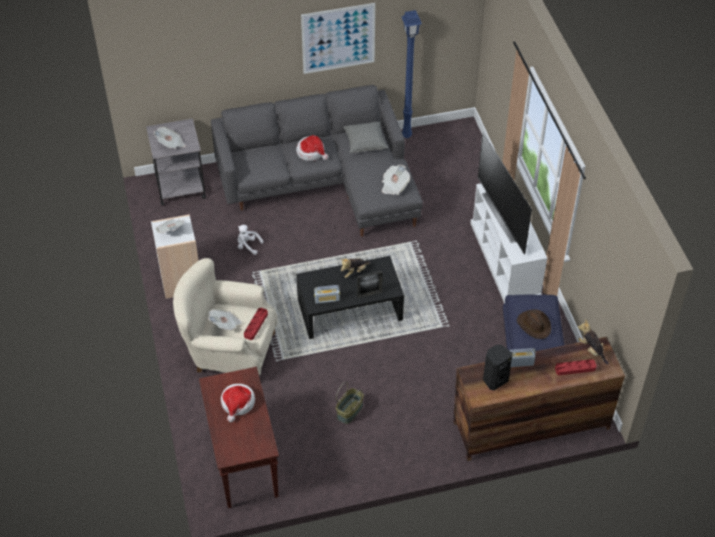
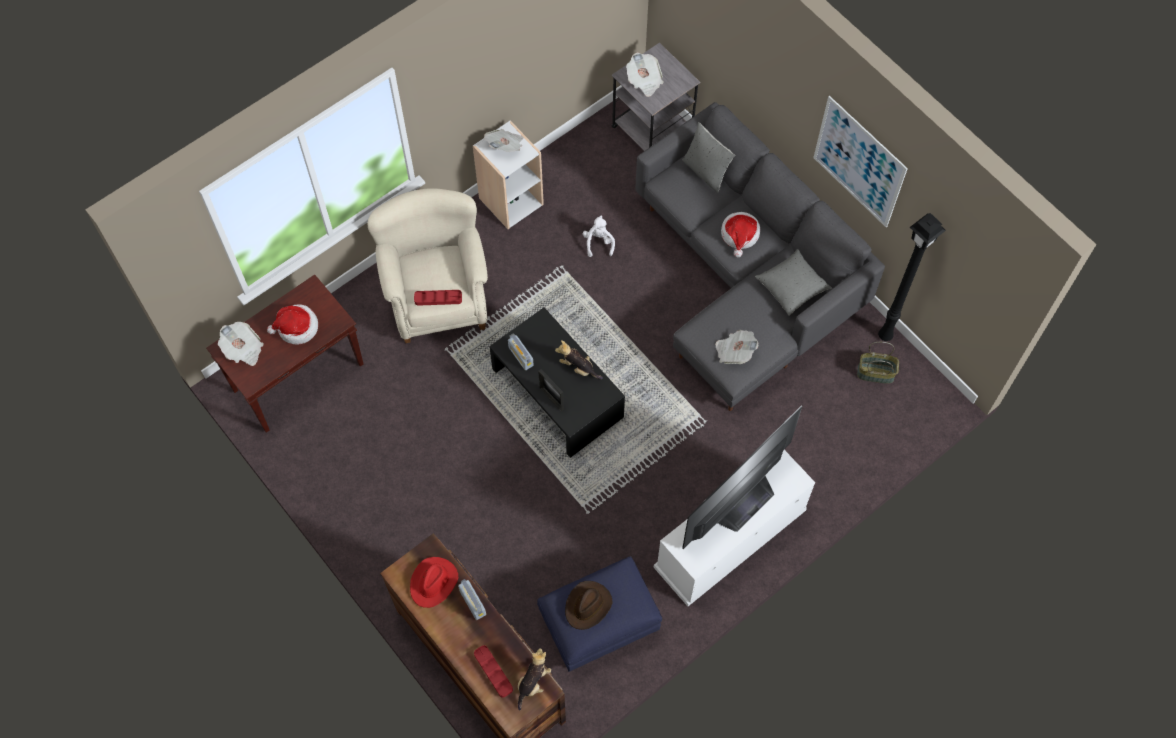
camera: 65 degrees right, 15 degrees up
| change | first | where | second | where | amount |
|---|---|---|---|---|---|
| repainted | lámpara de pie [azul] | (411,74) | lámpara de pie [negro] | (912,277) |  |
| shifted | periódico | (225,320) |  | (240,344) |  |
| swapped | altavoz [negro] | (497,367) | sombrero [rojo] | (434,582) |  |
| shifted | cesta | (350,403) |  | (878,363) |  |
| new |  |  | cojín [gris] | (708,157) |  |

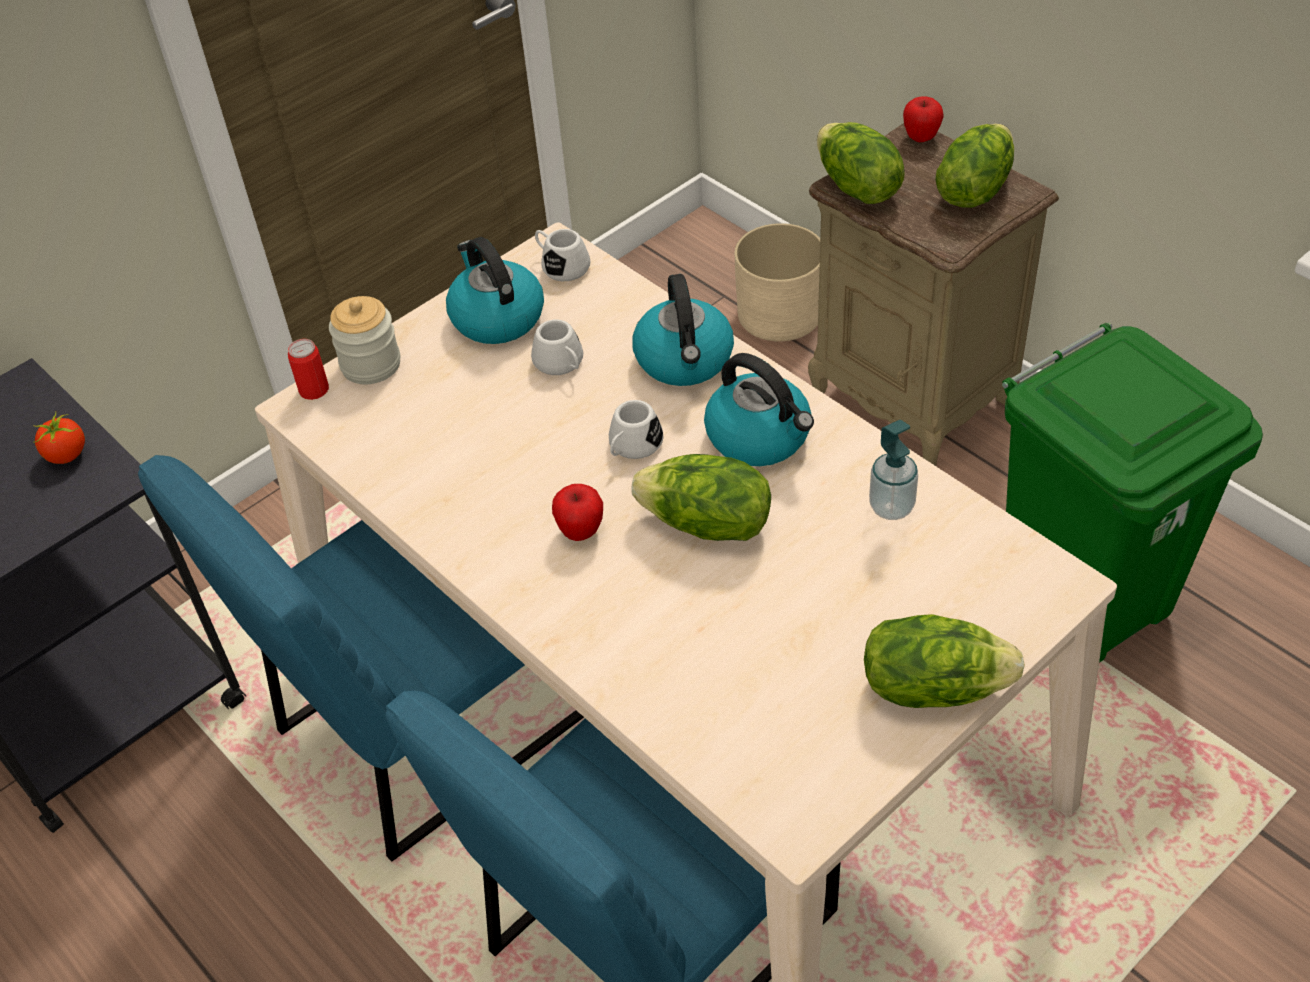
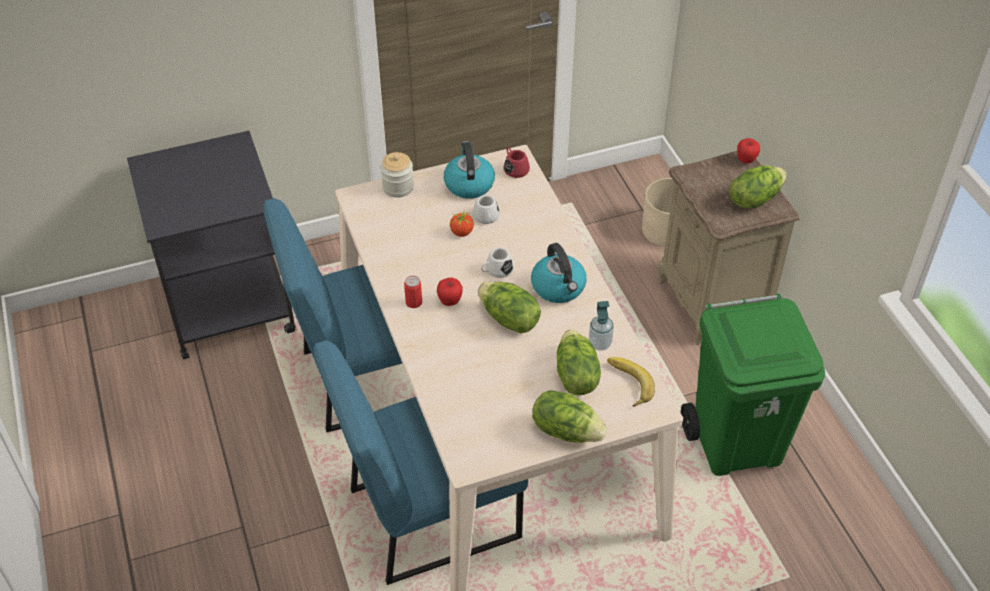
camera: 20 degrees right, 0 degrees up
| change | first | where | second | where | amount |
|---|---|---|---|---|---|
| shifted | lechuga | (861,163) |  | (579,362) |  |
| repainted | taza grande [blanco] | (562,255) | taza grande [rojo] | (517,162) |  |
| gone | hervidor | (683,330) |  |  |  |
| shifted | lata | (308,369) |  | (413,292) |  |
| shifted | tomate | (59,437) |  | (462,223) |  |
| new |  |  | plátano | (631,382) |  |

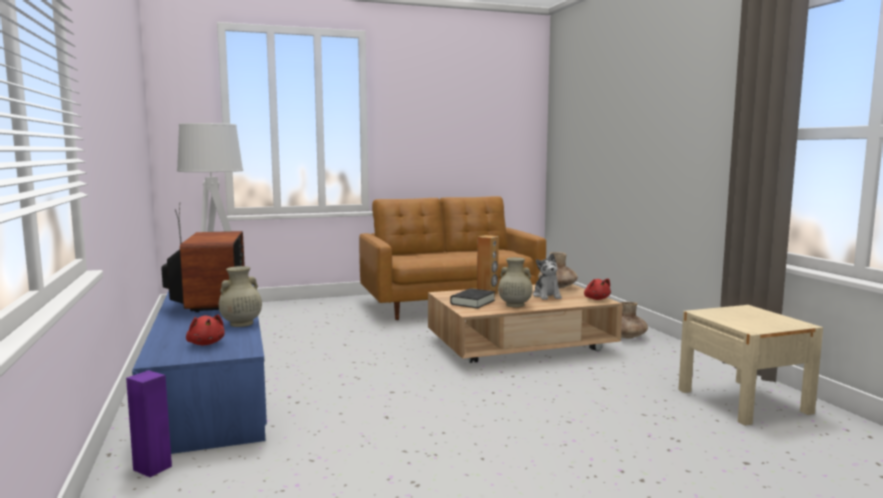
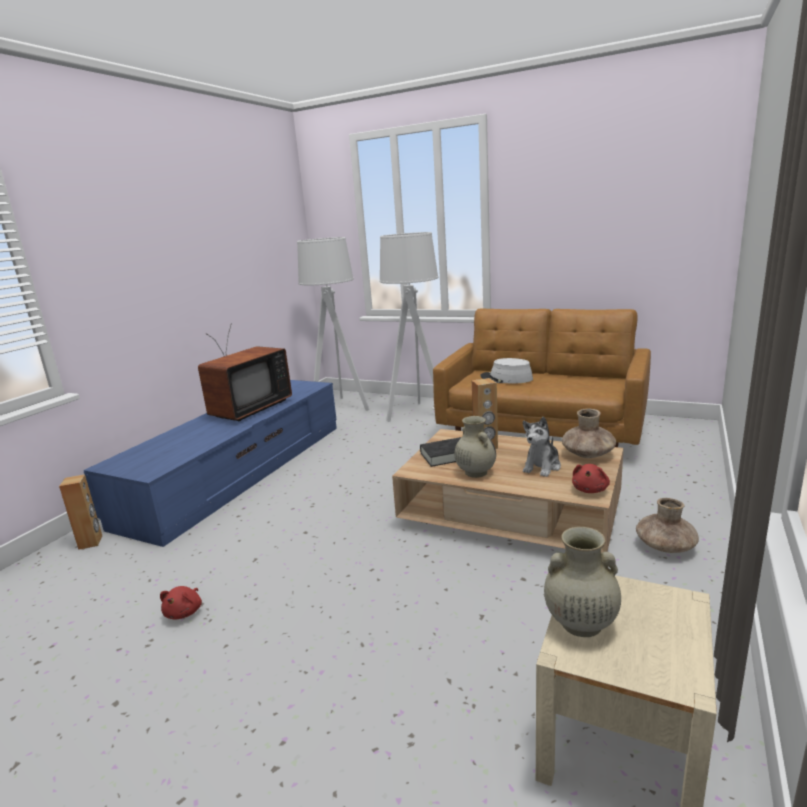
camera: 45 degrees right, 10 degrees up
| change | first | where | second | where | amount |
|---|---|---|---|---|---|
| shifted | florero [beis] | (240,296) |  | (582,582) |  |
| shifted | peluche [rojo] | (205,330) |  | (181,603) |  |
| repainted | altavoz [morado] | (149,423) | altavoz [marrón] | (80,512) |  |
| new |  |  | lámpara de pie [gris] | (408,327) |  |
| new |  |  | sombrero [gris] | (506,370) |  |

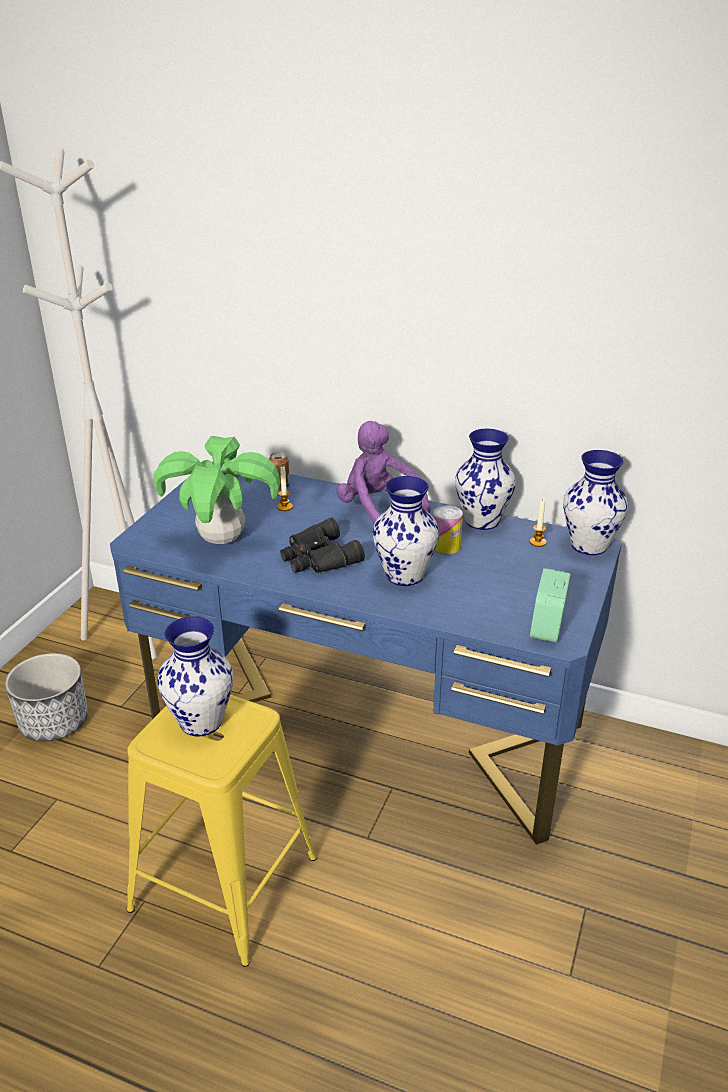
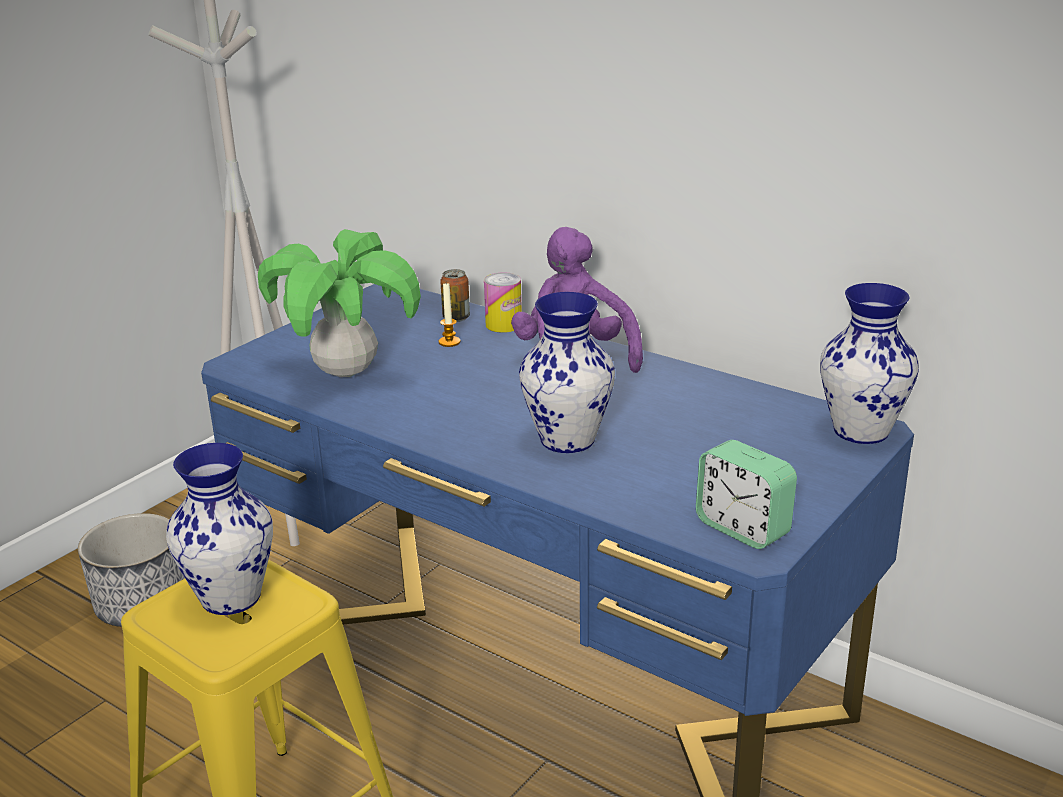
camera: 15 degrees right, 5 degrees down
| change | first | where | second | where | amount |
|---|---|---|---|---|---|
| gone | florero | (485,479) |  |  |  |
| gone | vela | (538,523) |  |  |  |
| shifted | lata | (448,529) |  | (503,302) |  |
| gone | prismáticos [negro] | (322,545) |  |  |  |
| rotated | despertador | (550,605) |  | (746,494) | 75 degrees counterclockwise |

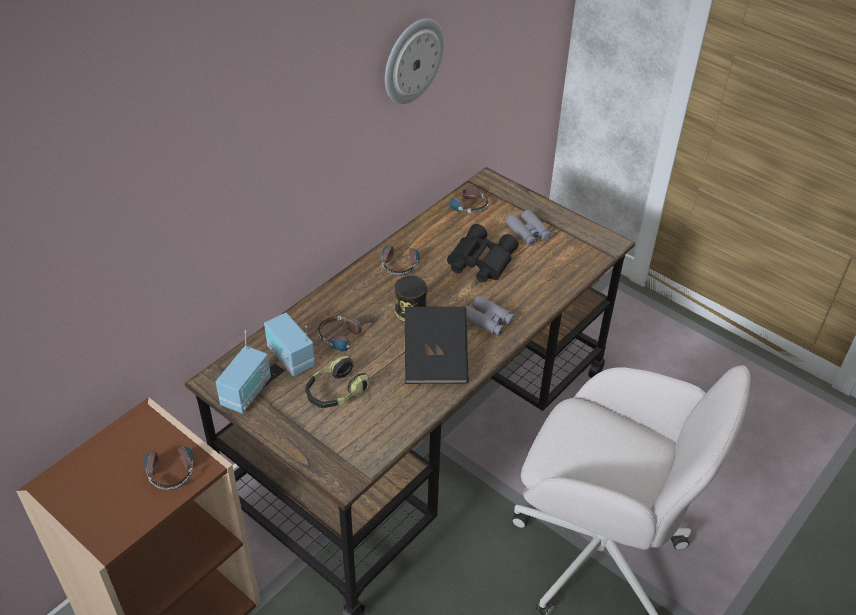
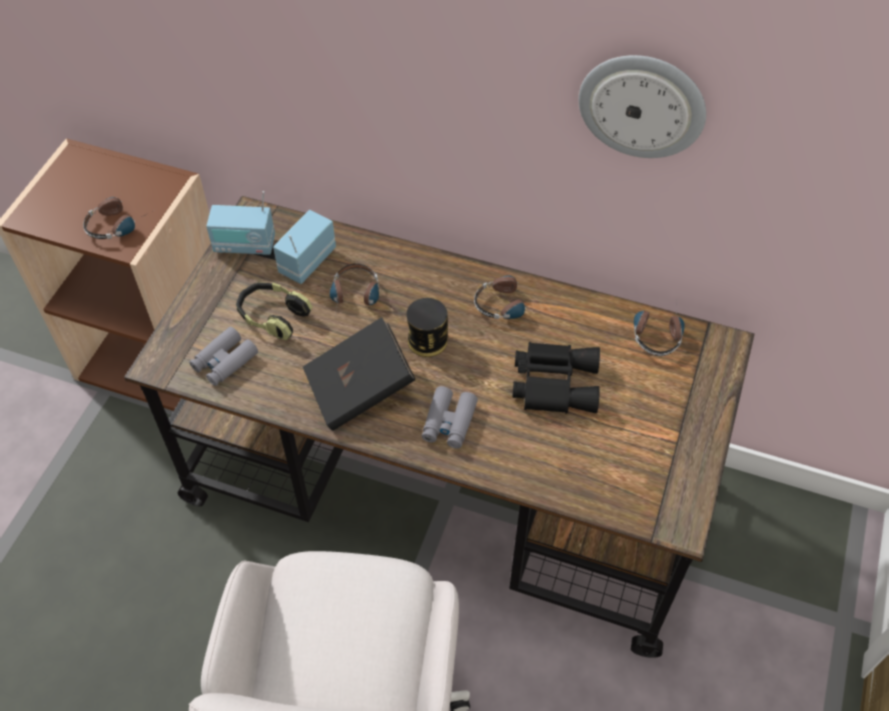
camera: 70 degrees right, 10 degrees up
| change | first | where | second | where | amount |
|---|---|---|---|---|---|
| shifted | prismáticos [gris] | (529,227) |  | (223,356) |  |

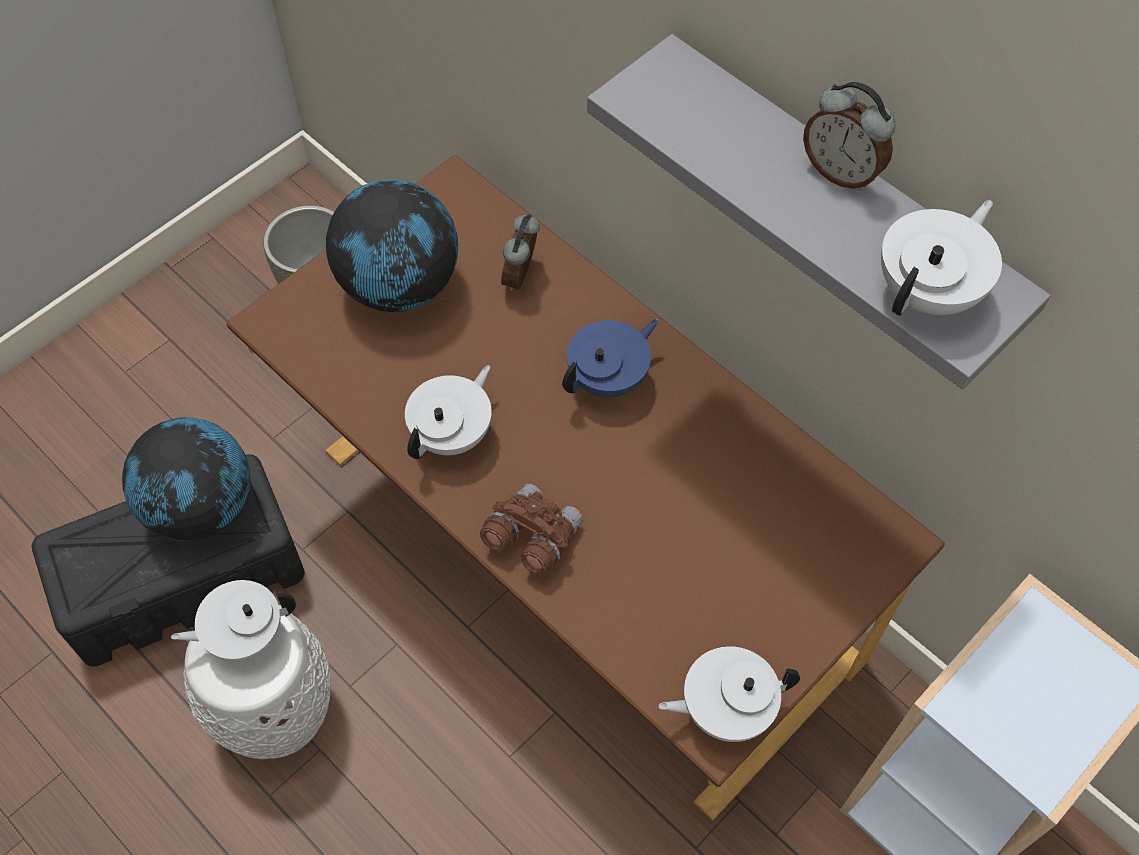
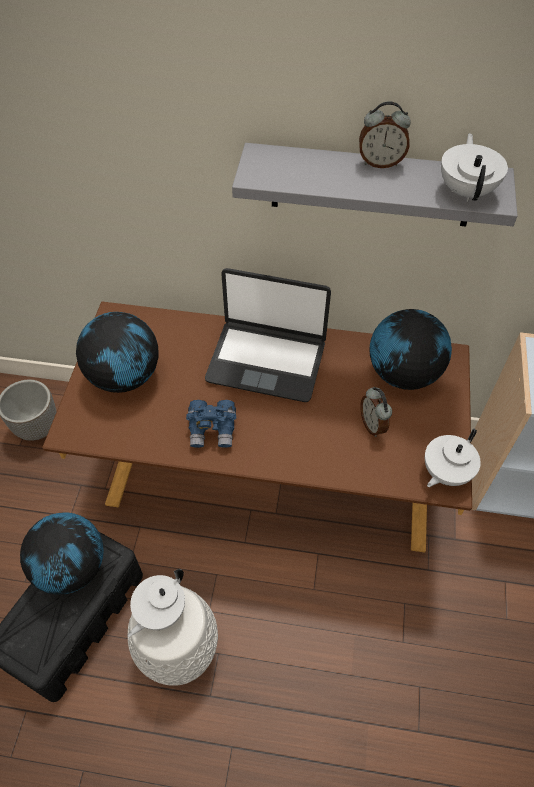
camera: 35 degrees left, 5 degrees down
| change | first | where | second | where | amount |
|---|---|---|---|---|---|
| shifted | despertador | (520,252) |  | (376,412) |  |
| swapped | tetera [azul] | (610,358) | portátil | (268,335) |  |
| swapped | tetera [blanco] | (448,412) | prismáticos [azul] | (211,424) |  |
| gone | prismáticos [marrón] | (531,529) |  |  |  |
| new |  |  | globo terráqueo | (411,349) |  |

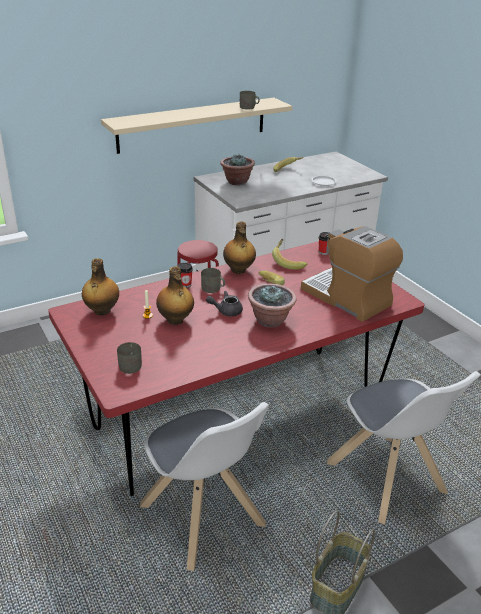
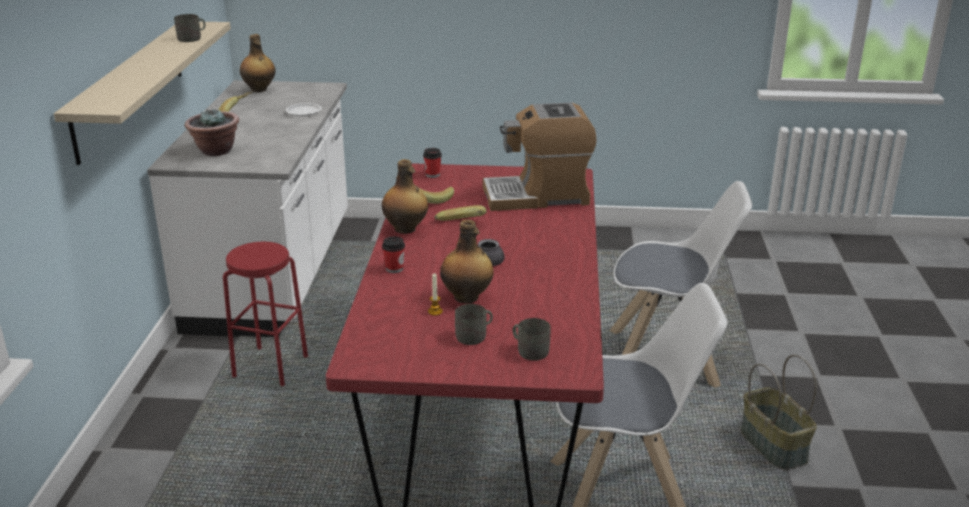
camera: 55 degrees left, 5 degrees down
| change | first | where | second | where | amount |
|---|---|---|---|---|---|
| shifted | botella | (100,287) |  | (258,63) |  |
| shifted | taza grande [gris] | (213,280) |  | (474,324) |  |
| gone | planta en maceta | (272,305) |  |  |  |

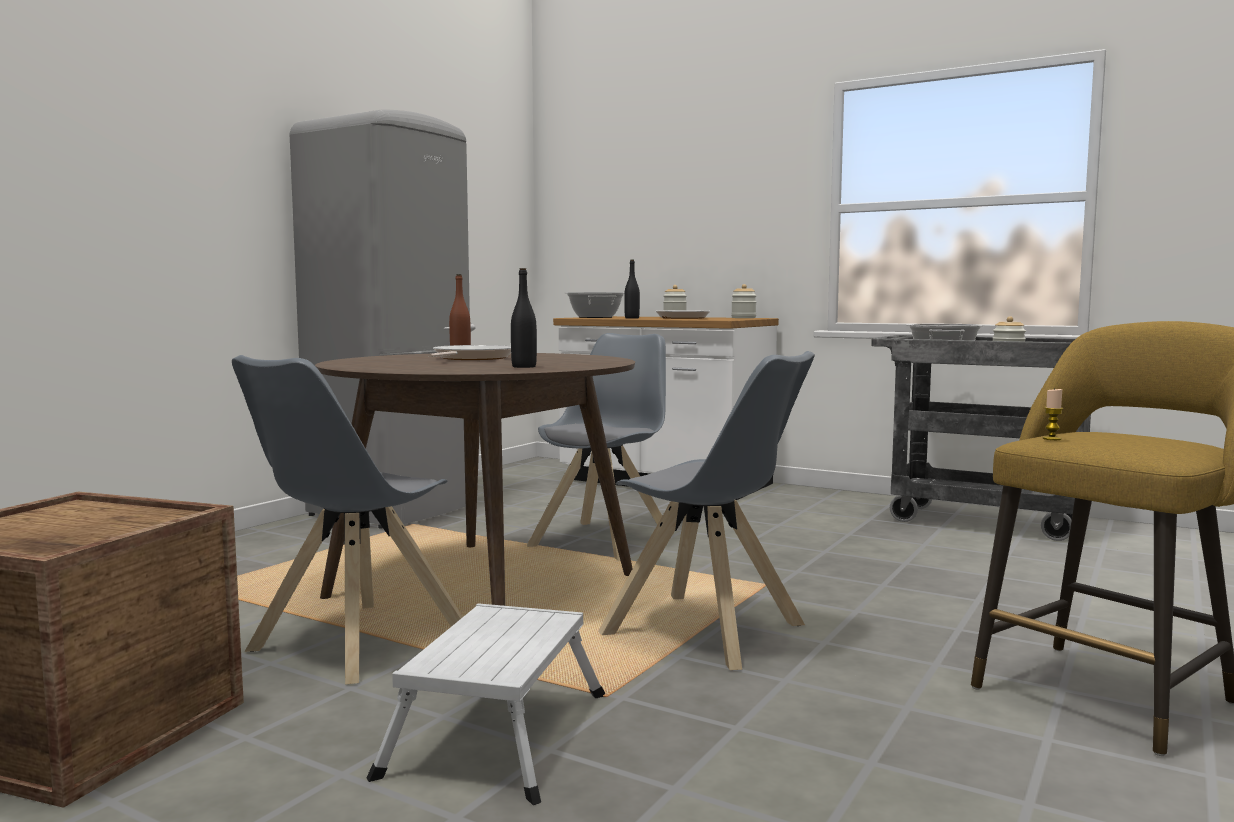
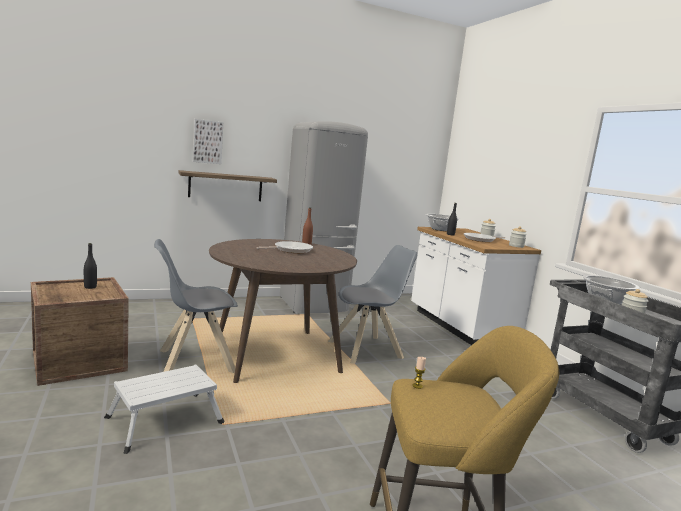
camera: 35 degrees right, 5 degrees up
| change | first | where | second | where | amount |
|---|---|---|---|---|---|
| shifted | botella [negro] | (524,318) |  | (90,266) |  |
| gone | silla [gris] | (706,510) |  |  |  |
| new |  |  | cuadro | (208,141) |  |
| new |  |  | estante | (227,185) |  |

